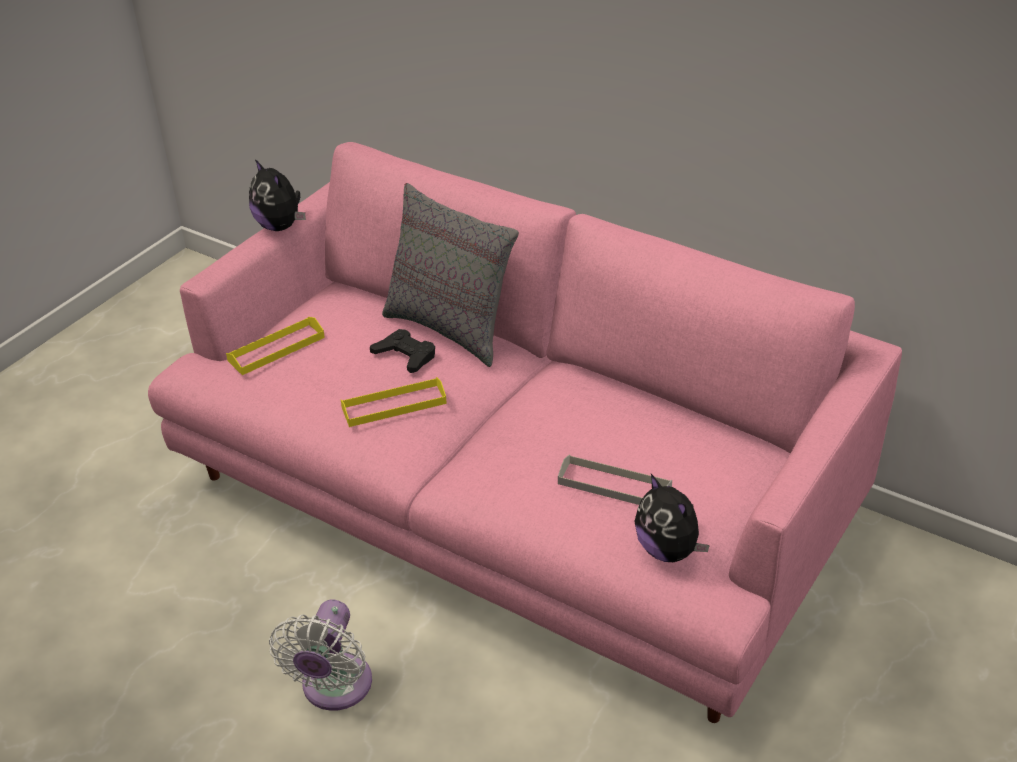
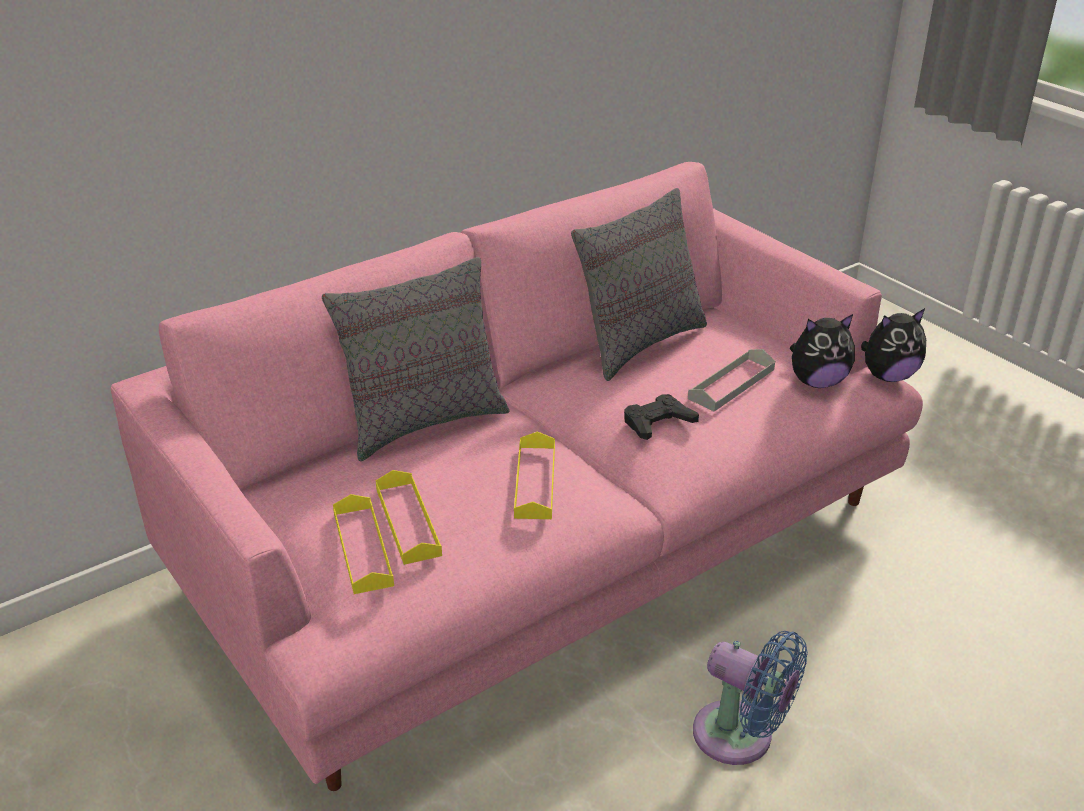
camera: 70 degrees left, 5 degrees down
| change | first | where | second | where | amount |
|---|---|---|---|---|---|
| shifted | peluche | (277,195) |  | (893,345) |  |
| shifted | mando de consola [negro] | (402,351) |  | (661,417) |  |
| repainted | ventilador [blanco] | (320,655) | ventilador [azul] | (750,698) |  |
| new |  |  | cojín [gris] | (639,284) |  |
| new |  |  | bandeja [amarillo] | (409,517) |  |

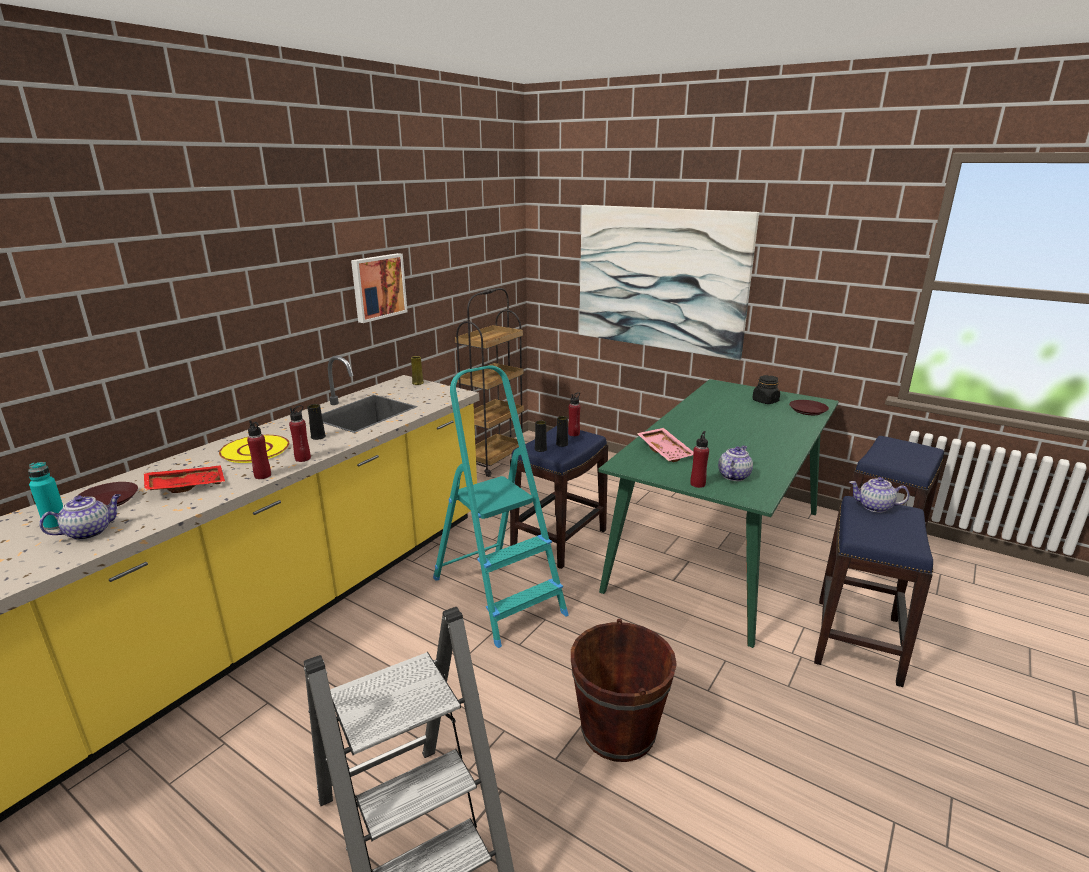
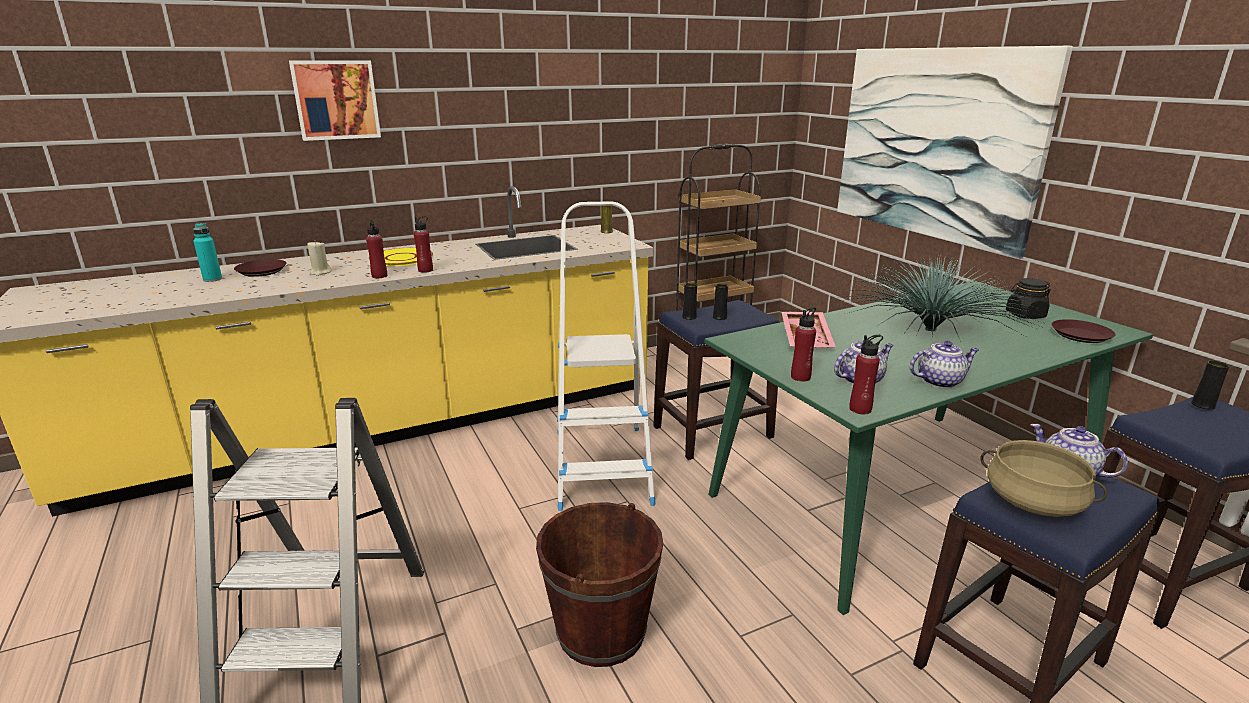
camera: 30 degrees right, 0 degrees up
| change | first | where | second | where | amount |
|---|---|---|---|---|---|
| shifted | cuadro | (379,288) |  | (335,100) |  |
| repainted | escalera de tijera [turquesa] | (500,506) | escalera de tijera [blanco] | (606,356) |  |
| shifted | botella [rojo] | (574,414) |  | (866,374) |  |
| shifted | florero [negro] | (316,422) |  | (1210,385) |  |
| swapped | bandeja [rojo] | (184,479) | vela [beis] | (319,258) |  |
| shifted | tetera | (80,517) |  | (944,364) |  |
| new |  |  | planta en maceta | (942,299) |  |
| new |  |  | olla [beis] | (1043,478) |  |

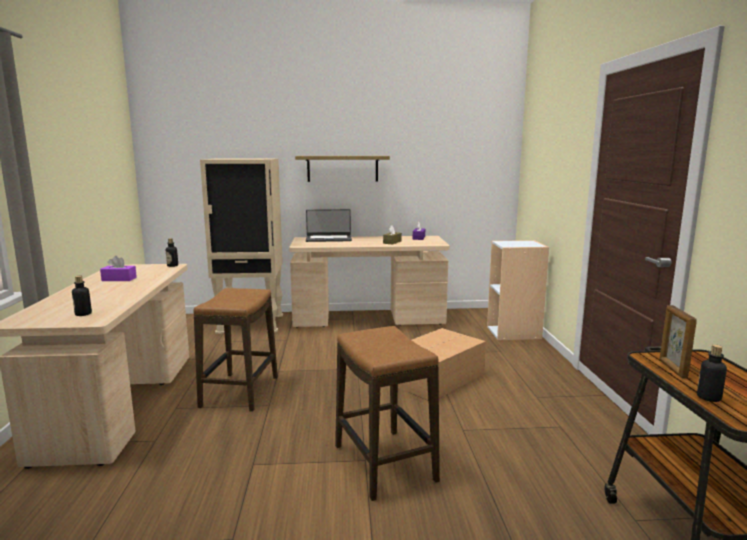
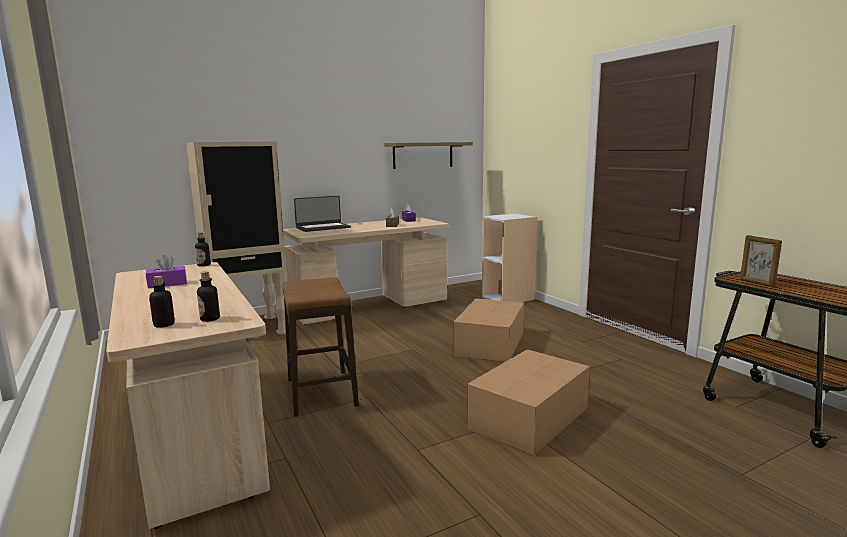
camera: 25 degrees left, 0 degrees up
| change | first | where | second | where | amount |
|---|---|---|---|---|---|
| shifted | estante | (342,169) |  | (428,155) |  |
| swapped | taburete | (387,413) | caja de cartón | (528,402) |  |
| shifted | botella | (712,373) |  | (162,302) |  |

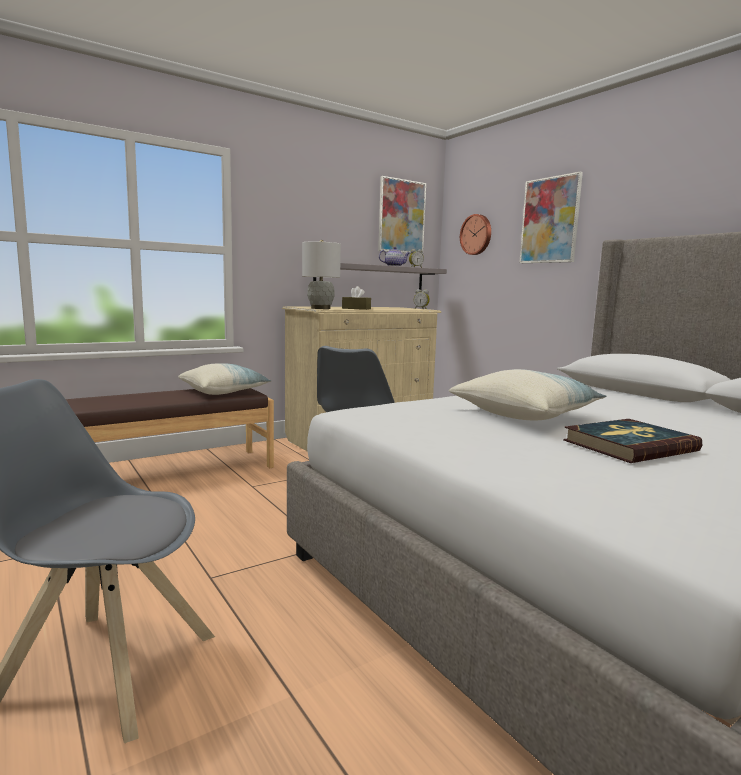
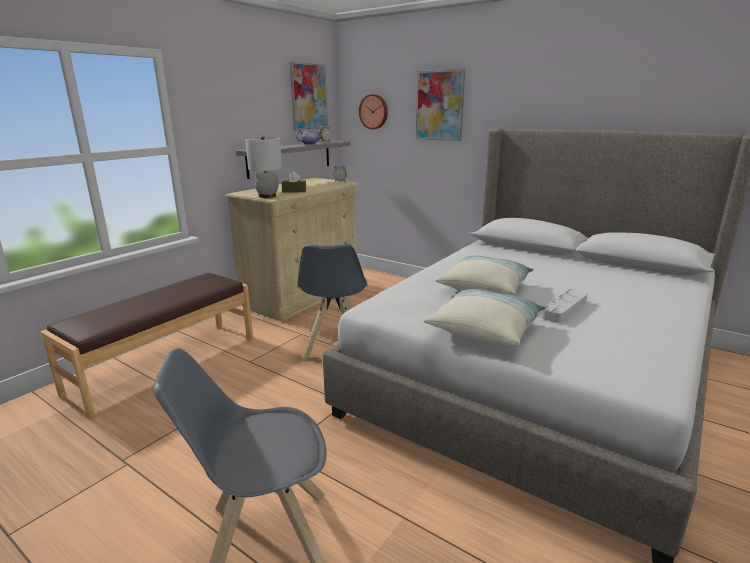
camera: 20 degrees left, 10 degrees up
| change | first | where | second | where | amount |
|---|---|---|---|---|---|
| shifted | cojín | (225,379) |  | (484,317) |  |
| swapped | libro | (632,441) | bandeja [gris] | (564,306) |  |

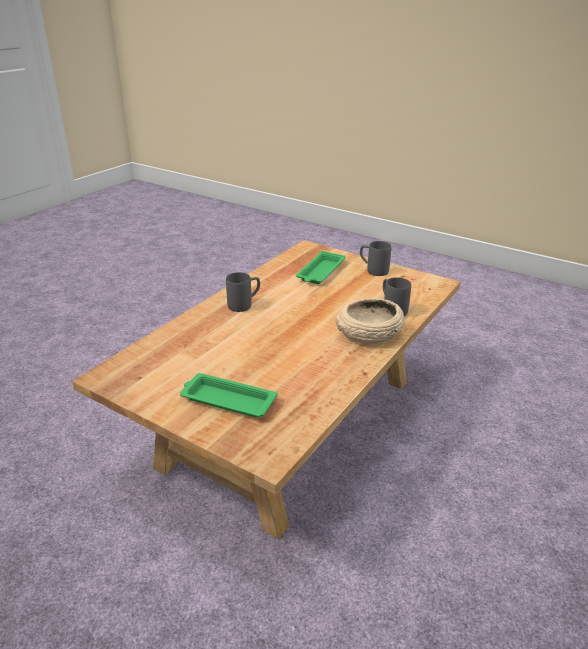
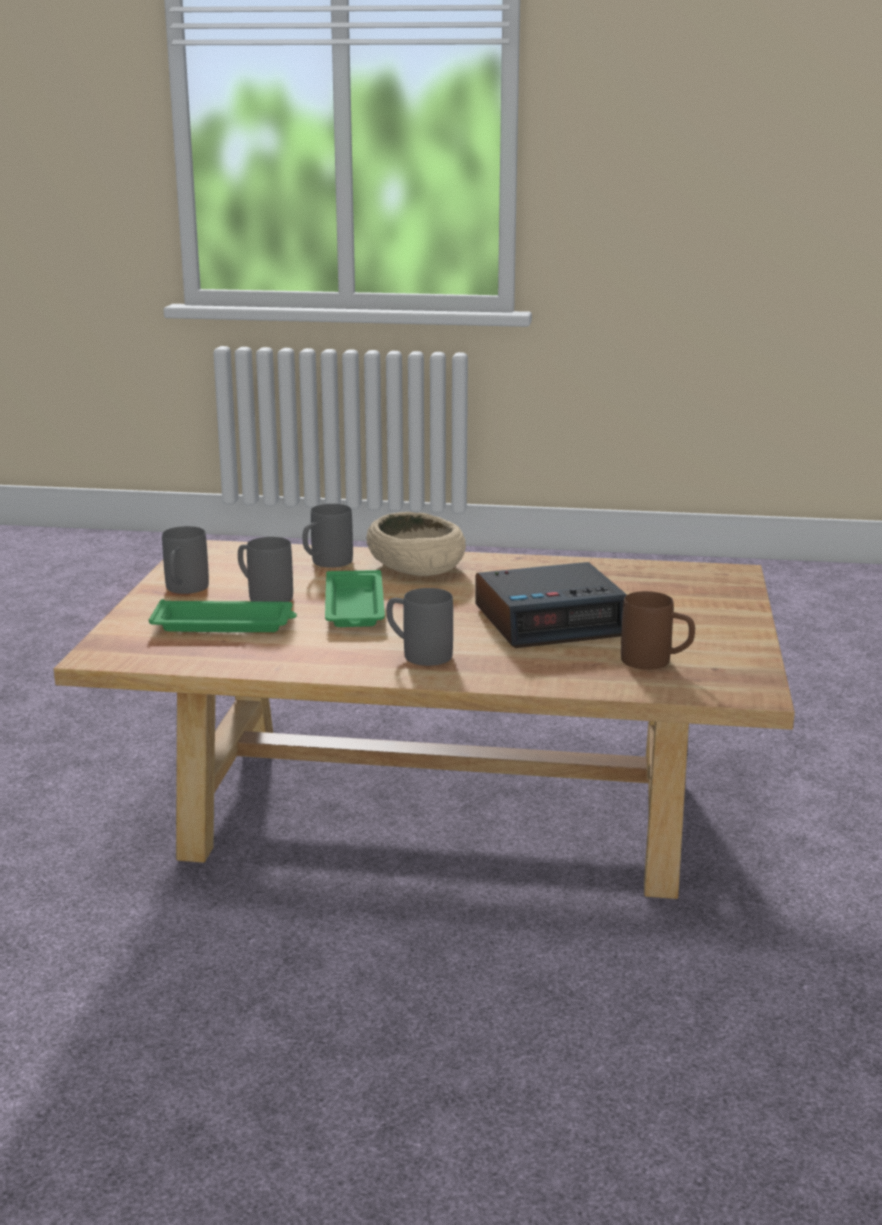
camera: 115 degrees left, 10 degrees down
| change | first | where | second | where | amount |
|---|---|---|---|---|---|
| shifted | bandeja [verde] | (229,395) |  | (355,598) |  |
| new |  |  | taza grande [gris] | (265,569) |  |
| new |  |  | despertador | (551,605) |  |
| new |  |  | taza grande [marrón] | (658,630) |  |

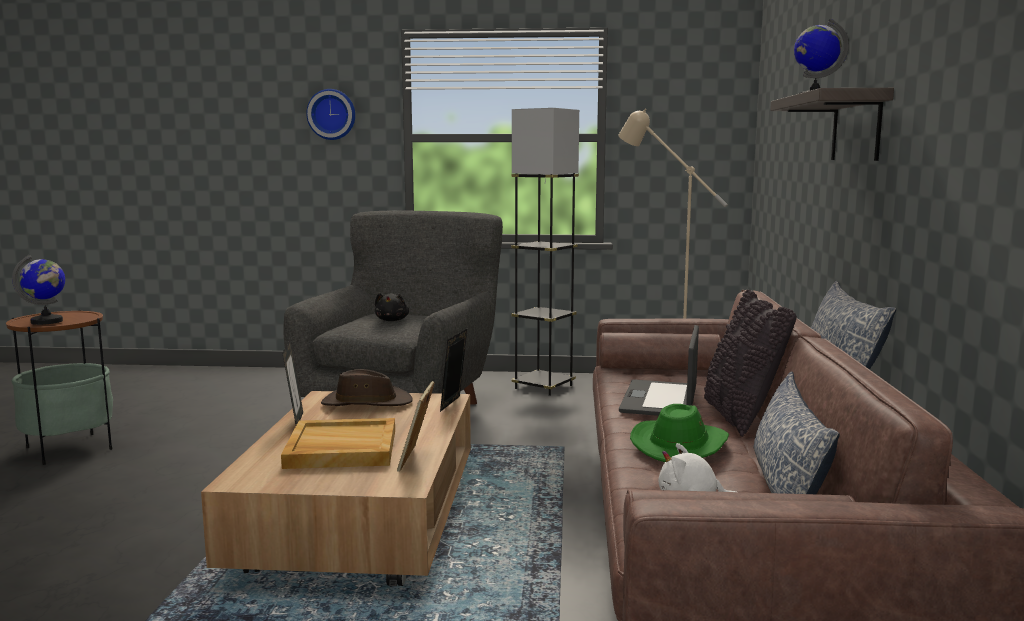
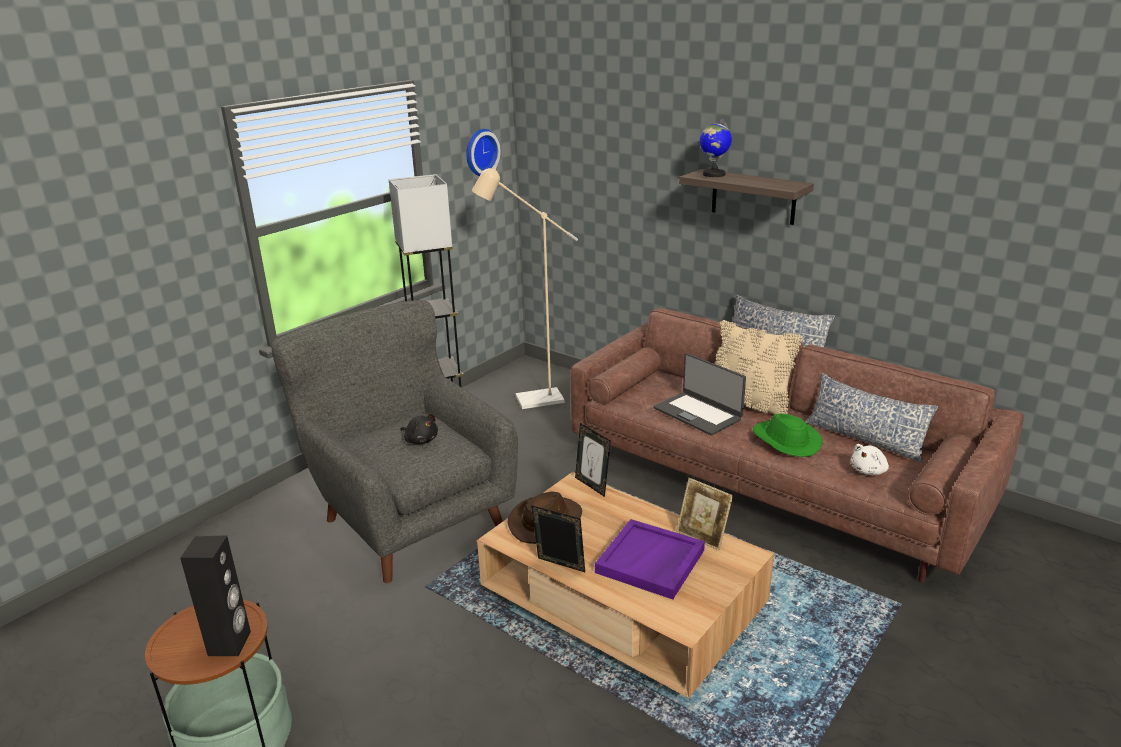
camera: 55 degrees left, 15 degrees up
| change | first | where | second | where | amount |
|---|---|---|---|---|---|
| shifted | reloj de pared | (330,114) |  | (483,152) |  |
| swapped | globo terráqueo | (38,290) | altavoz [negro] | (215,595) |  |
| repainted | cojín [negro] | (750,363) | cojín [beis] | (758,367) |  |
| repainted | bandeja [beis] | (338,443) | bandeja [morado] | (650,559) |  |

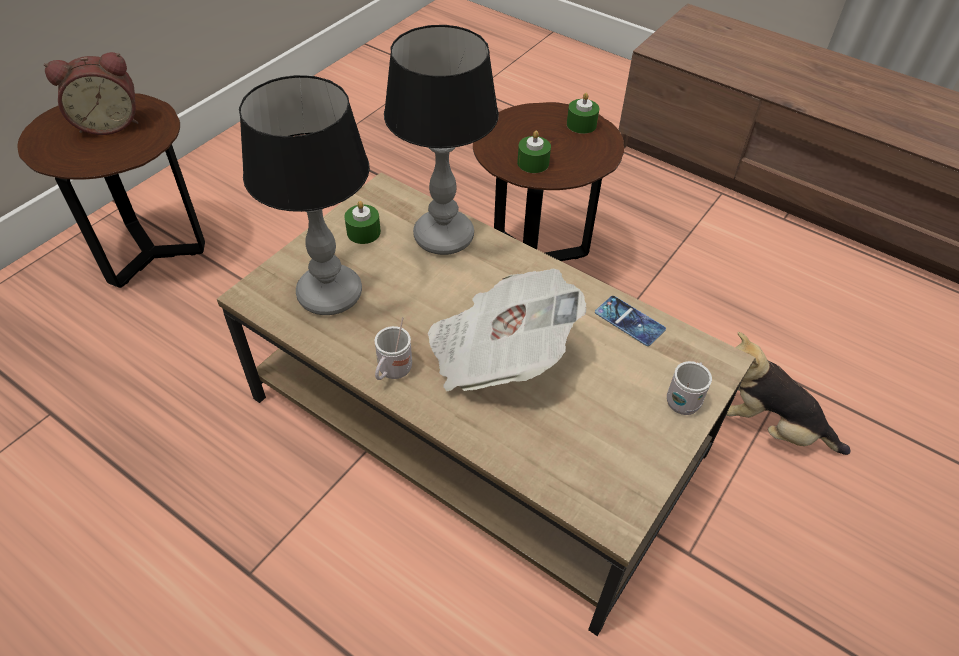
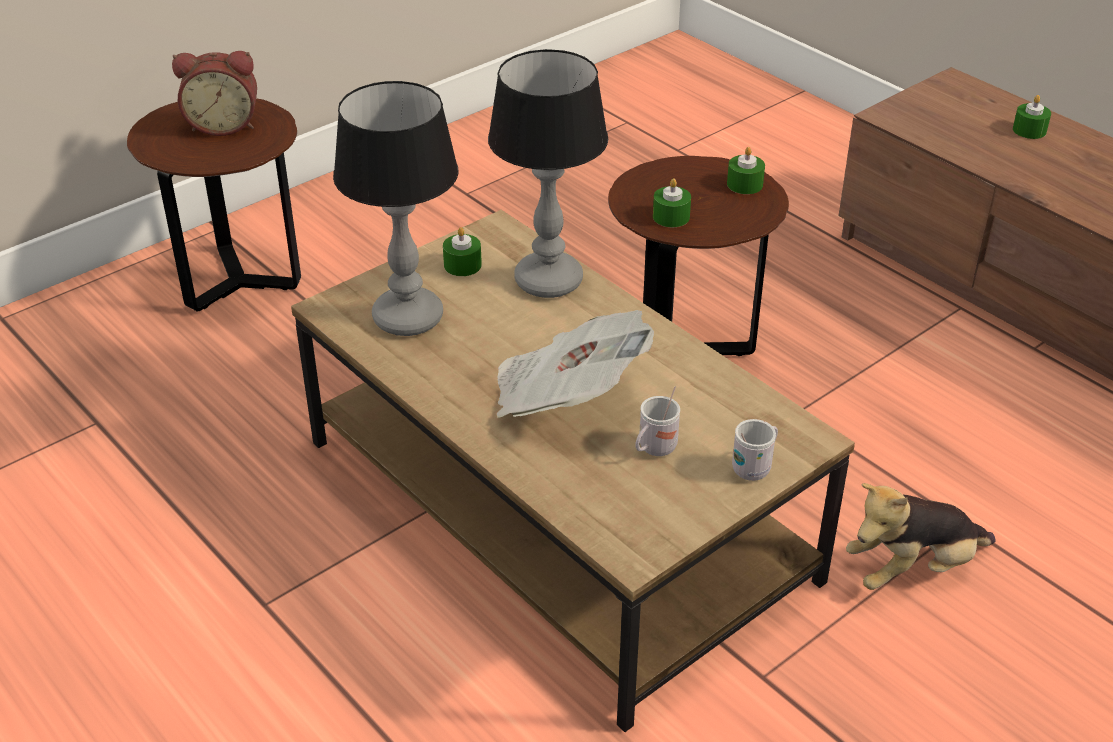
camera: 15 degrees right, 10 degrees down
| change | first | where | second | where | amount |
|---|---|---|---|---|---|
| gone | móvil | (630,321) |  |  |  |
| shifted | taza grande [blanco] | (393,348) |  | (657,421) |  |
| rotated | peluche | (788,393) |  | (921,536) | 60 degrees counterclockwise |
| new |  |  | vela [verde] | (1032,117) |  |

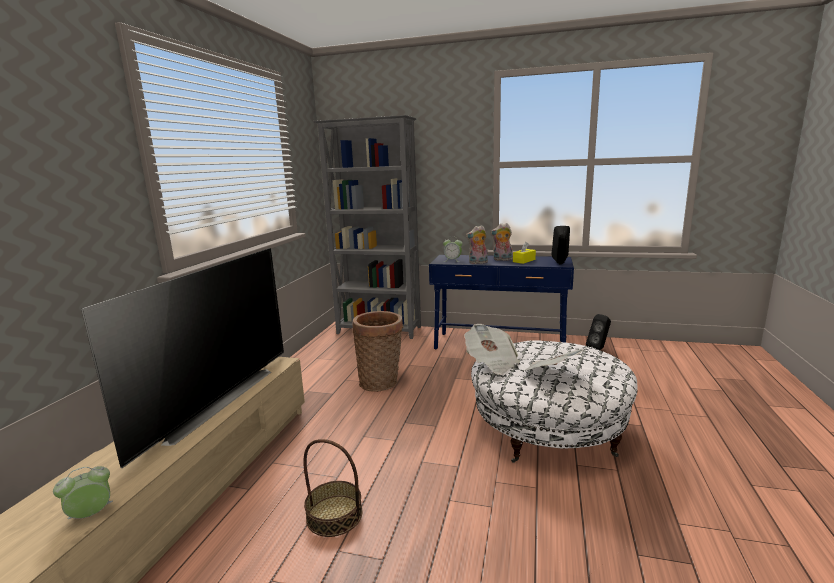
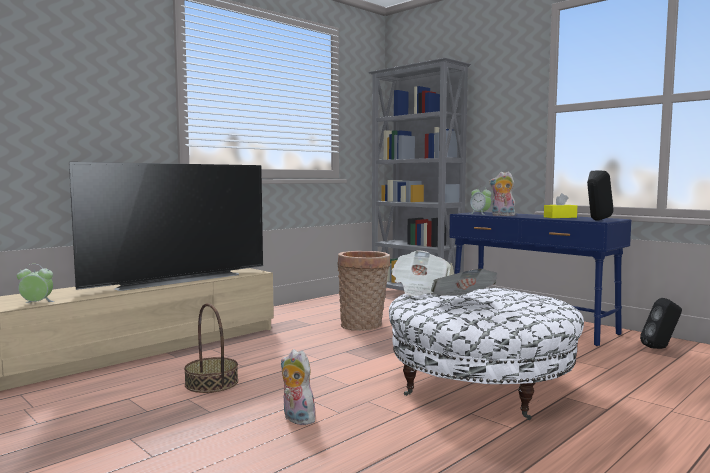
camera: 30 degrees right, 10 degrees down
| change | first | where | second | where | amount |
|---|---|---|---|---|---|
| shifted | peluche | (501,242) |  | (298,387) |  |

